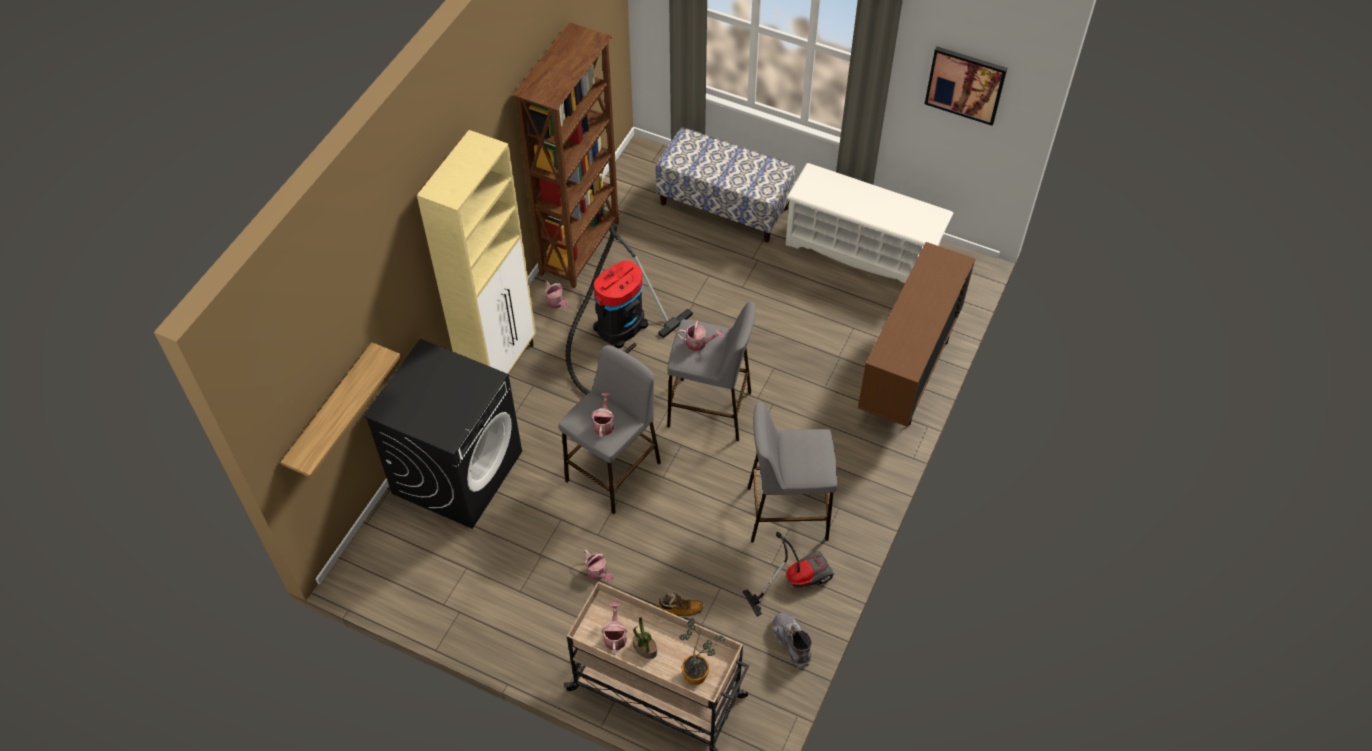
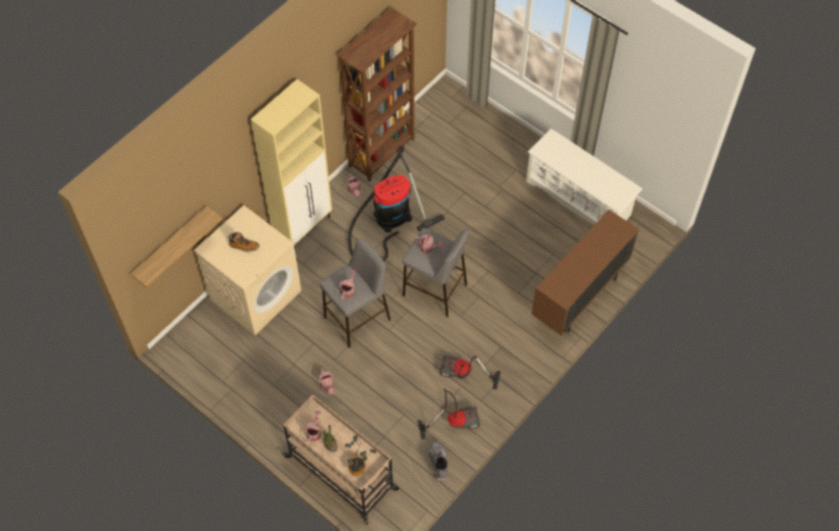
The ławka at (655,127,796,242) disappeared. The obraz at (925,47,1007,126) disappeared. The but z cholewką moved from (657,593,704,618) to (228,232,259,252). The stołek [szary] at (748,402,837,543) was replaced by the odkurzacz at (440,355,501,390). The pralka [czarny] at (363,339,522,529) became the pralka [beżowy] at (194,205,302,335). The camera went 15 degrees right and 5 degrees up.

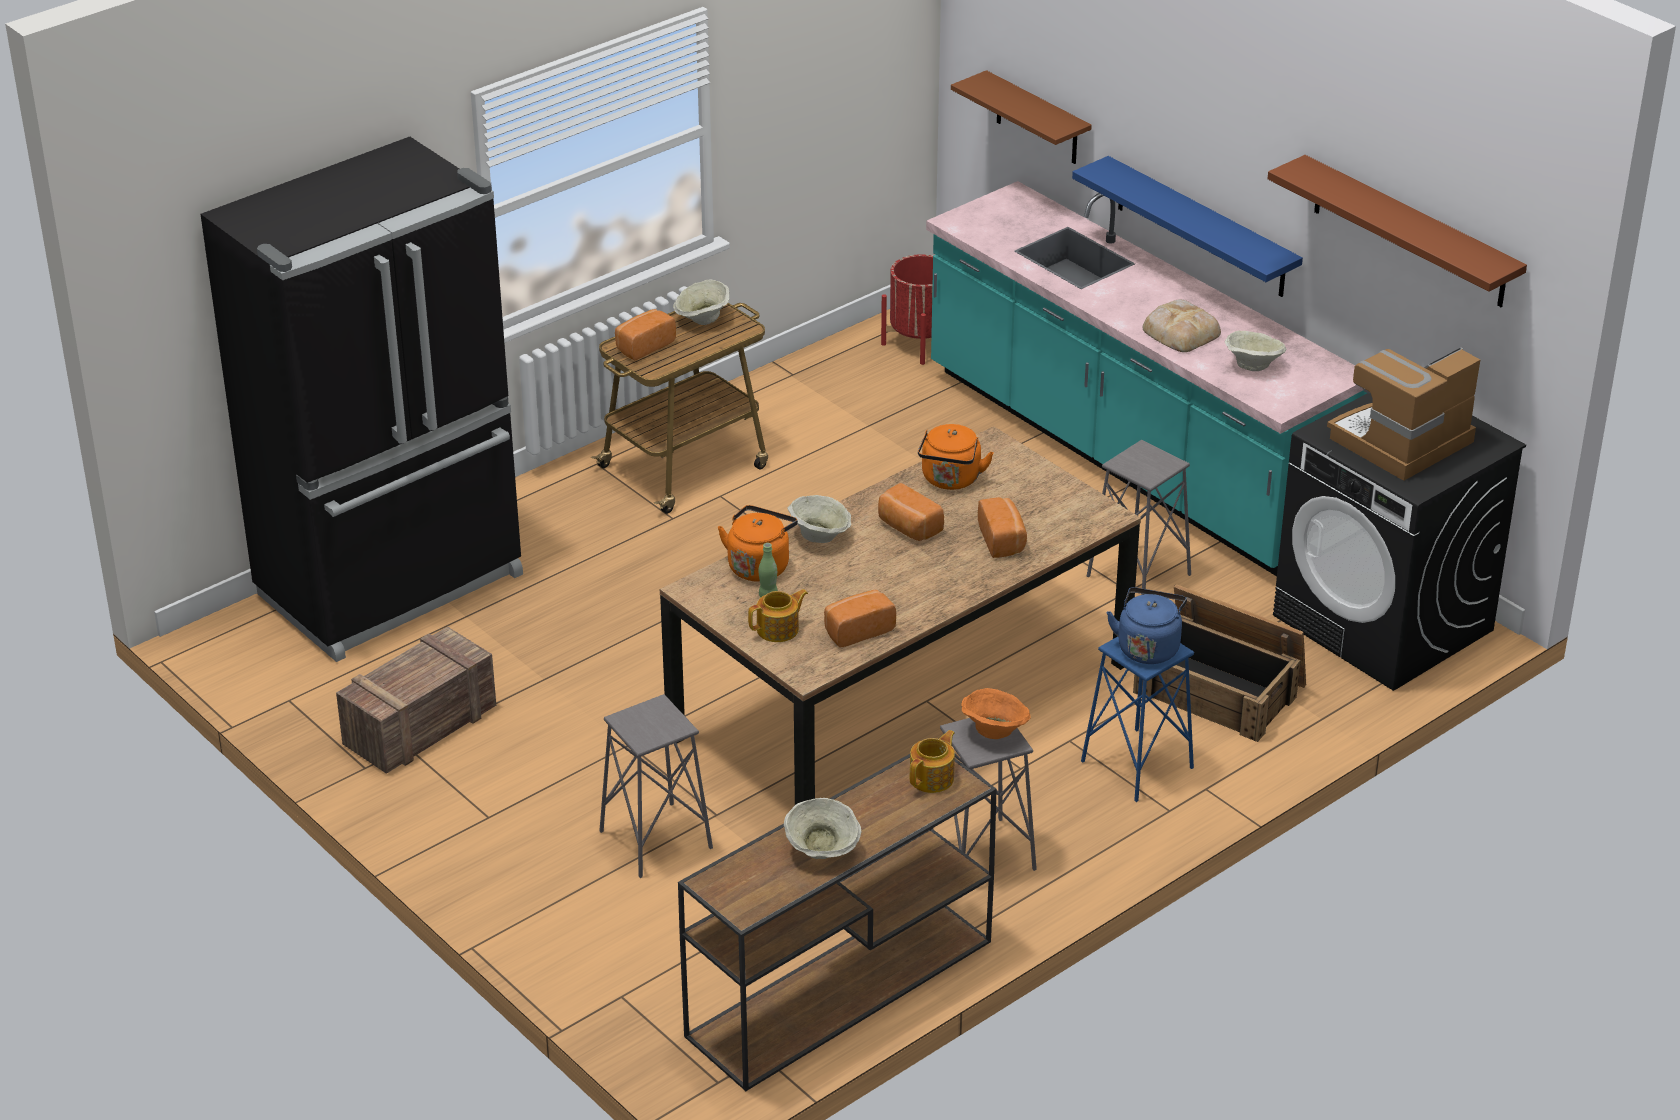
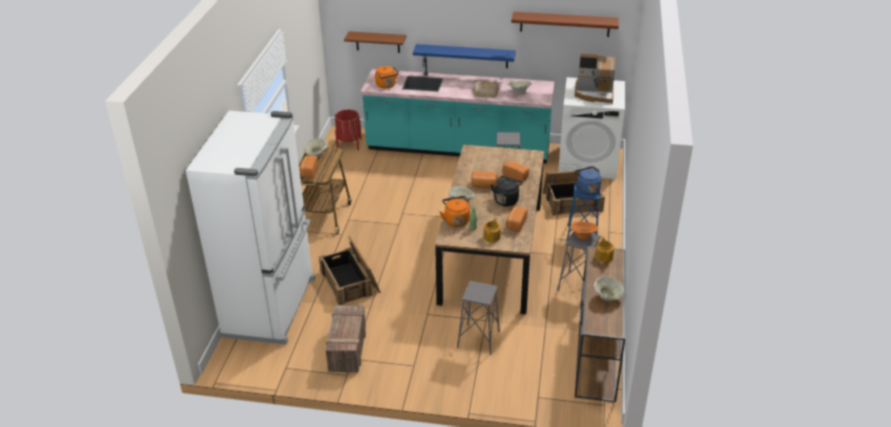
The skrzynka at (319,235,381,305) appeared. The czajnik [czarny] at (491,176,523,206) appeared. The czajnik [pomarańczowy] moved from (918,424,994,490) to (375,66,399,89). The lodówka [czarny] at (200,137,523,662) became the lodówka [biały] at (186,111,315,345). The pralka [czarny] at (1273,393,1526,691) became the pralka [biały] at (558,77,625,179). The ekspres do kawy at (1327,347,1480,481) turned 90 degrees counterclockwise. The camera went 40 degrees left and 0 degrees up.

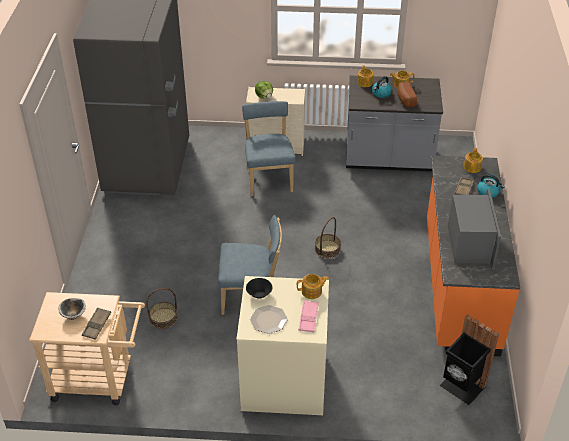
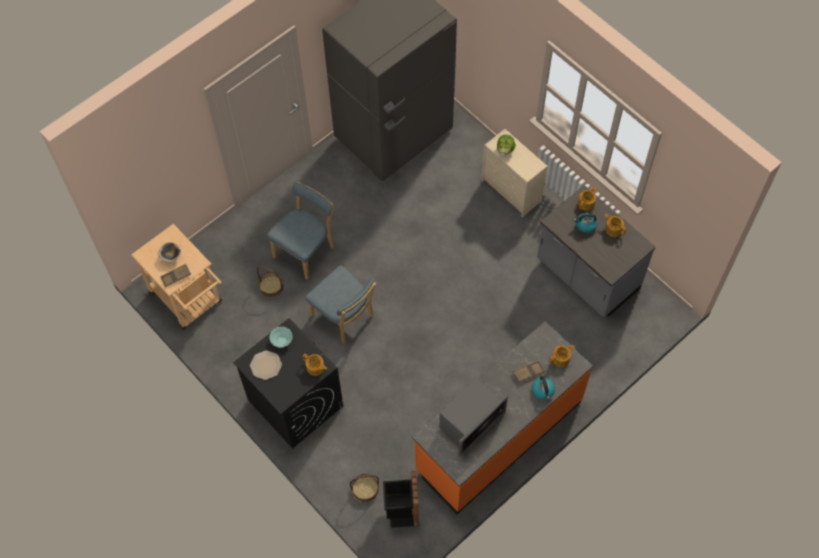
The taca [różowy] at (299,301,319,332) disappeared. The chleb at (397,81,417,107) disappeared. The krzesło [niebieski] moved from (242,101,296,196) to (267,182,334,280). The koszyk moved from (315,217,341,258) to (350,474,379,502). The pralka [beżowy] at (236,276,329,415) became the pralka [czarny] at (233,318,343,449). The miska [czarny] at (246,278,272,299) became the miska [turkusowy] at (270,327,292,348). The camera went 45 degrees right and 20 degrees up.

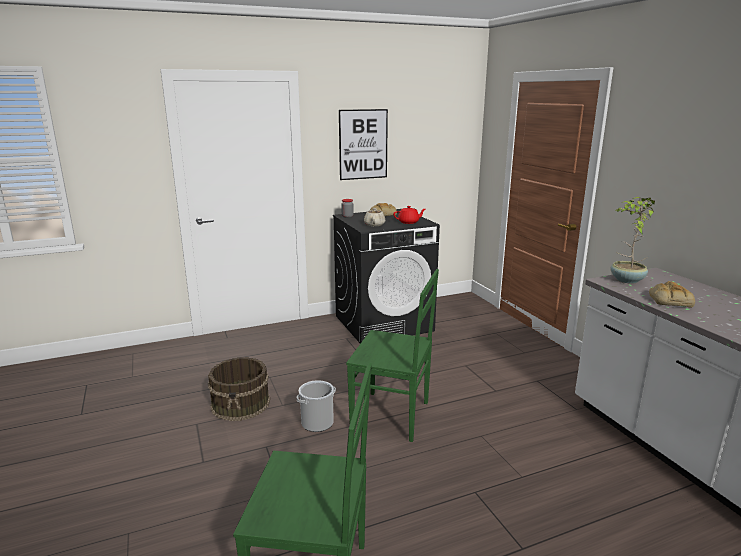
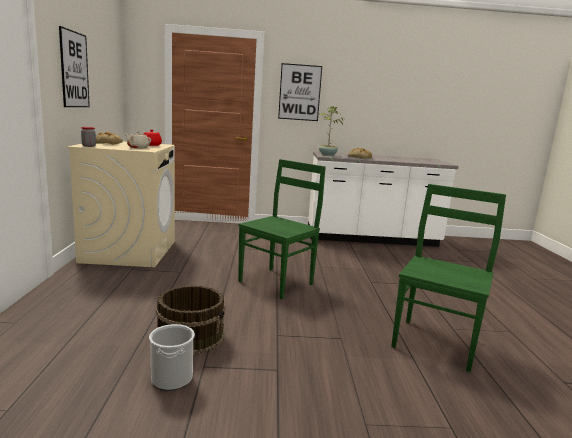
The obraz at (278,63,322,121) appeared. The wiadro moved from (297,380,336,432) to (149,324,195,391). The pralka [czarny] at (333,209,440,344) became the pralka [beżowy] at (66,142,175,267). The camera went 70 degrees left and 5 degrees down.

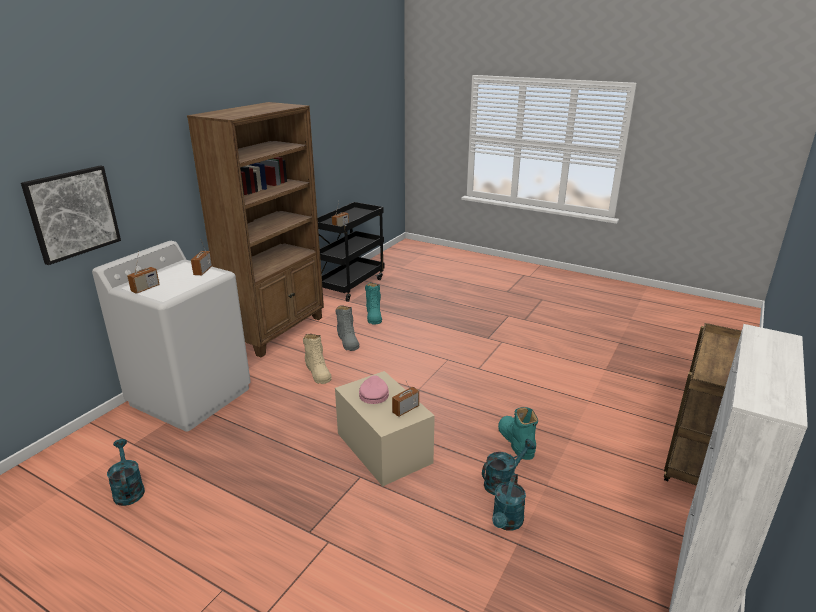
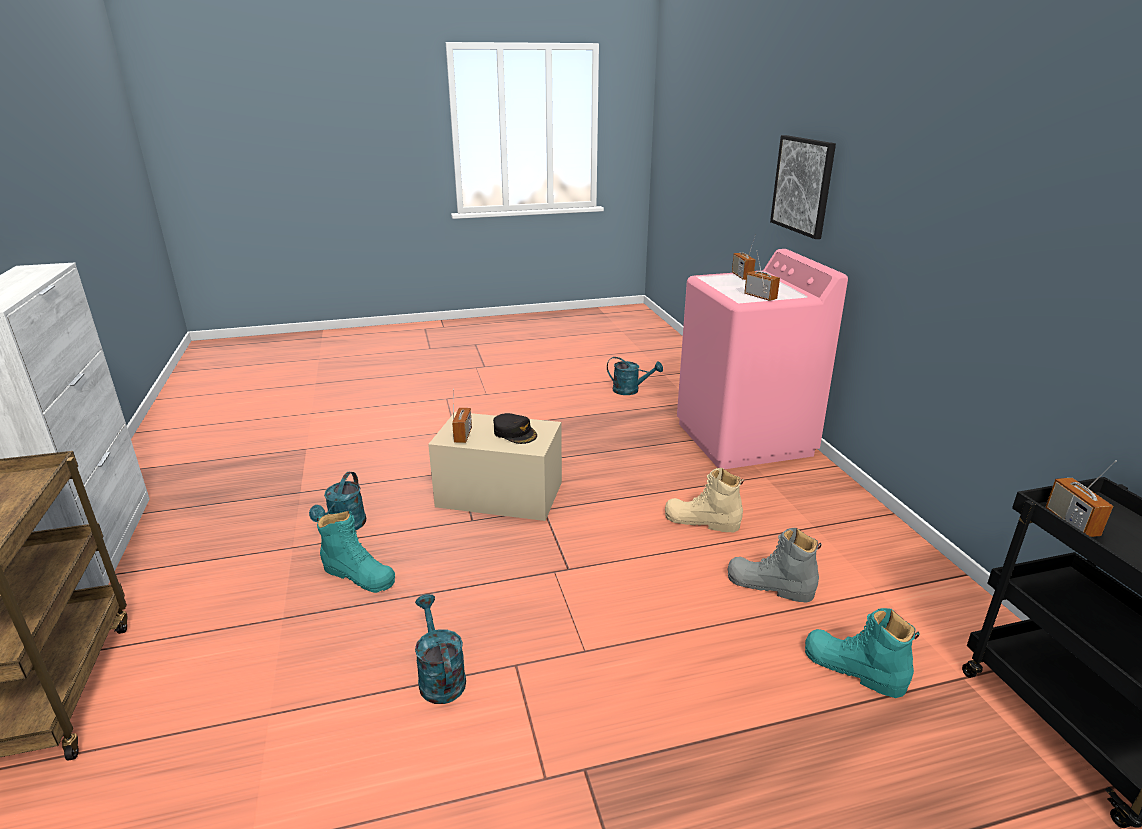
The regał [brązowy] at (187,102,324,357) disappeared. The konewka [turkusowy] moved from (492,473,526,530) to (415,594,466,704). The pralka [biały] at (92,241,251,432) became the pralka [różowy] at (677,249,848,469). The czapka z daszkiem [różowy] at (359,375,389,404) became the czapka z daszkiem [czarny] at (493,413,537,444). The camera went 135 degrees right and 0 degrees up.

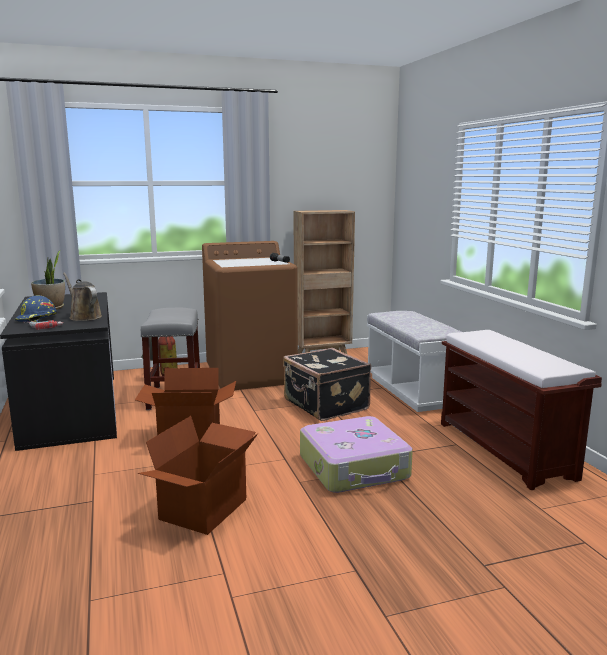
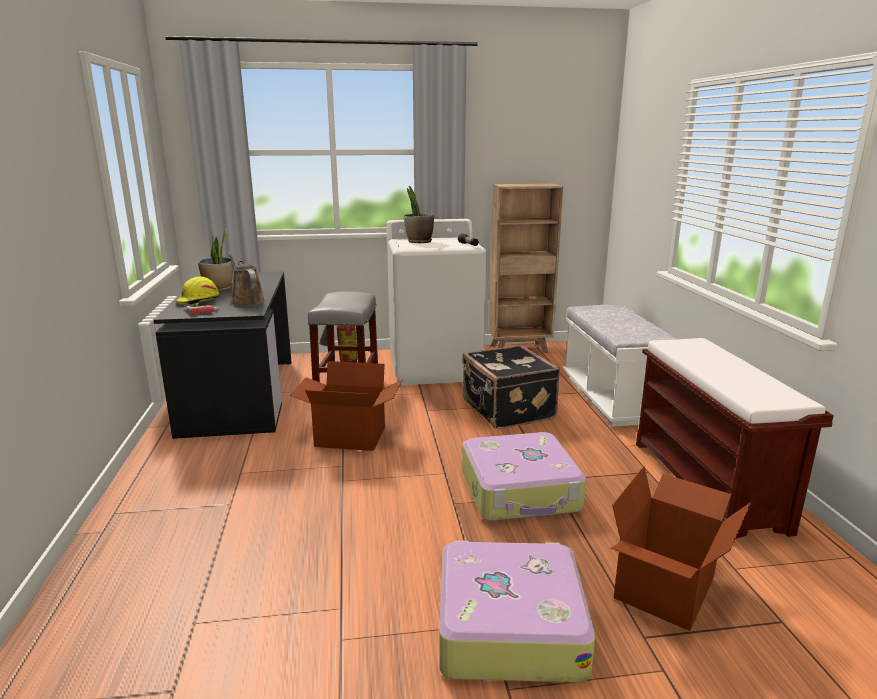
The roślina doniczkowa at (404,186,434,243) appeared. The walizka at (439,541,595,683) appeared. The karton moved from (138,416,258,535) to (611,466,751,631). The kask [niebieski] at (15,295,57,322) became the kask [żółty] at (176,276,219,306). The pralka [brązowy] at (202,241,298,390) became the pralka [biały] at (387,219,487,385). The camera went 10 degrees right and 5 degrees up.

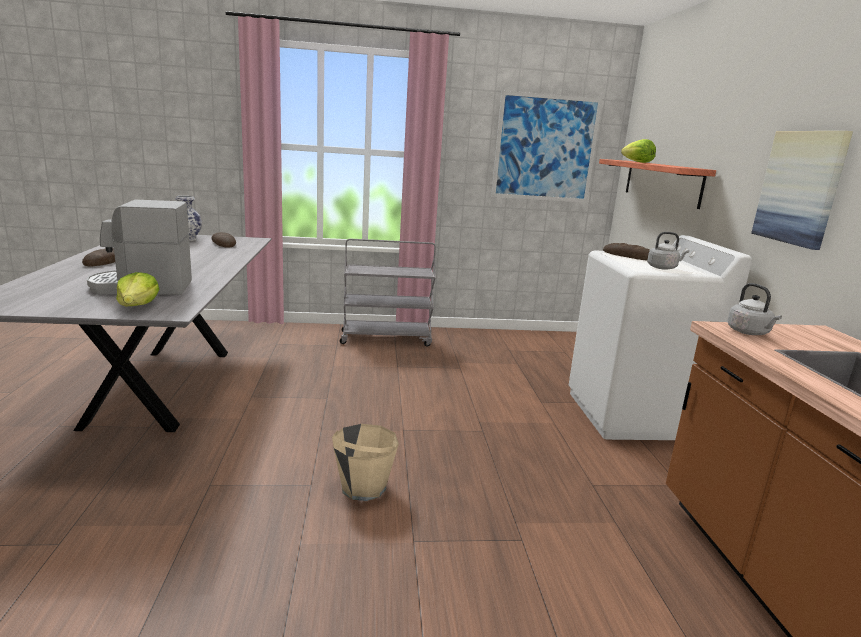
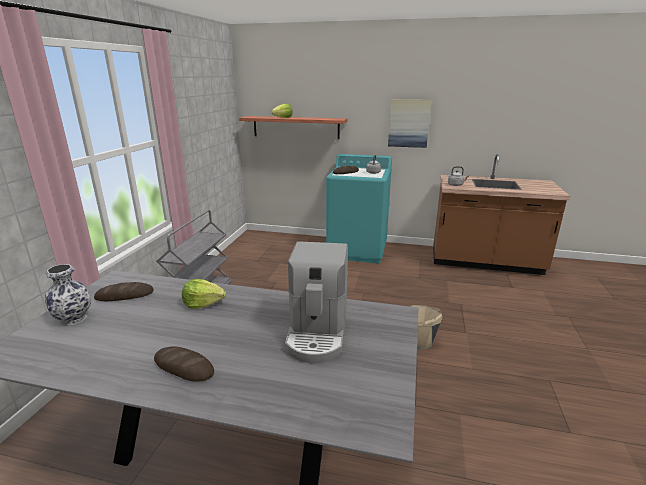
The obraz at (491,90,603,203) disappeared. The sałata moved from (116,272,160,306) to (182,279,226,309). The pralka [biały] at (569,235,752,440) became the pralka [turkusowy] at (326,154,392,264). The camera went 70 degrees left and 5 degrees up.

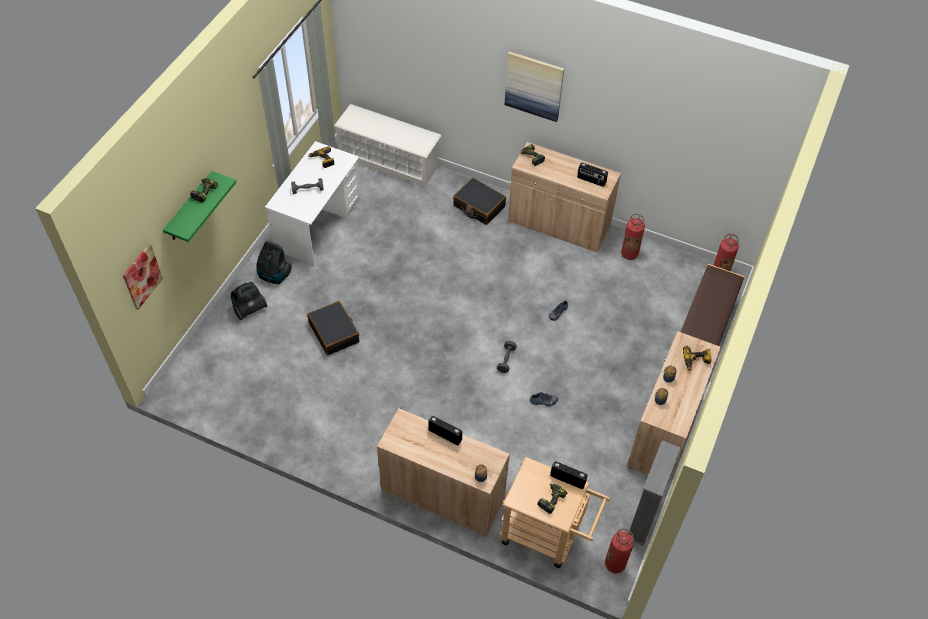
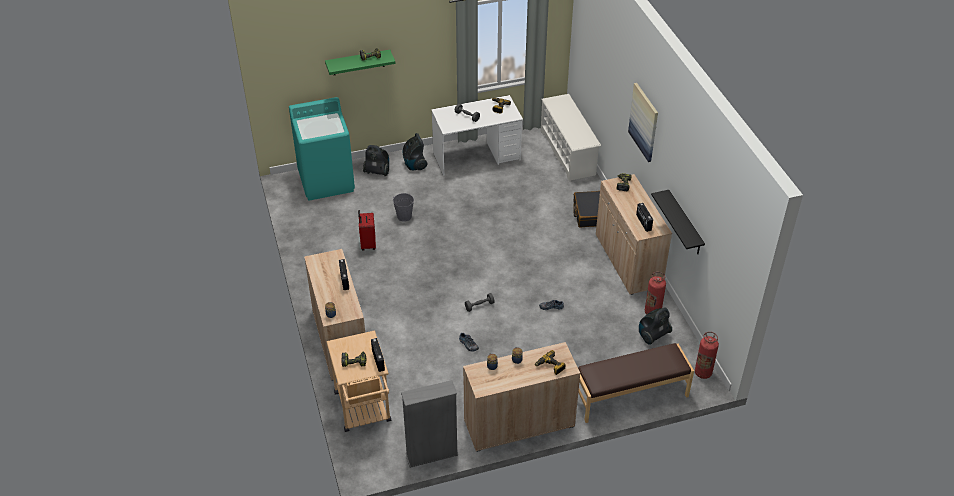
The obraz at (123,244,163,310) disappeared. The gaśnica at (605,529,634,573) disappeared. The pralka [turkusowy] at (289,97,355,200) appeared. The walizka [czerwony] at (358,210,376,250) appeared. The odkurzacz at (639,307,672,345) appeared. The półka [czarny] at (651,190,705,254) appeared. The walizka [czarny] at (307,301,359,355) was replaced by the wiadro [szary] at (393,193,414,222). The camera went 50 degrees right and 10 degrees down.

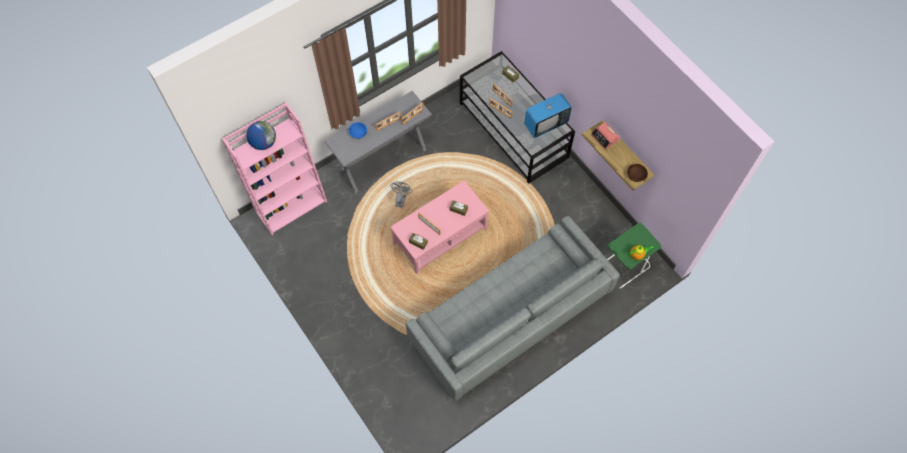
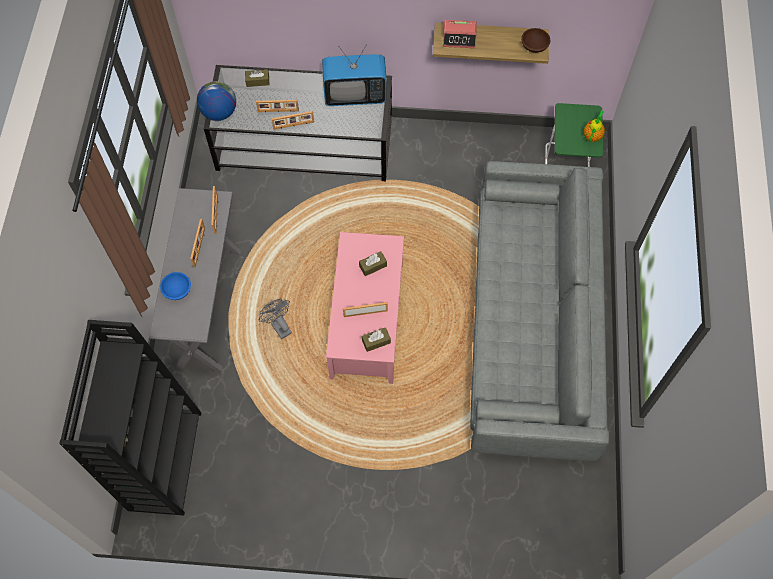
The globus moved from (246,121,276,150) to (197,81,236,121). The regał [różowy] at (222,102,327,235) became the regał [czarny] at (59,320,201,516). The telewizor at (524,92,572,138) turned 75 degrees clockwise. The camera went 50 degrees left and 0 degrees up.

